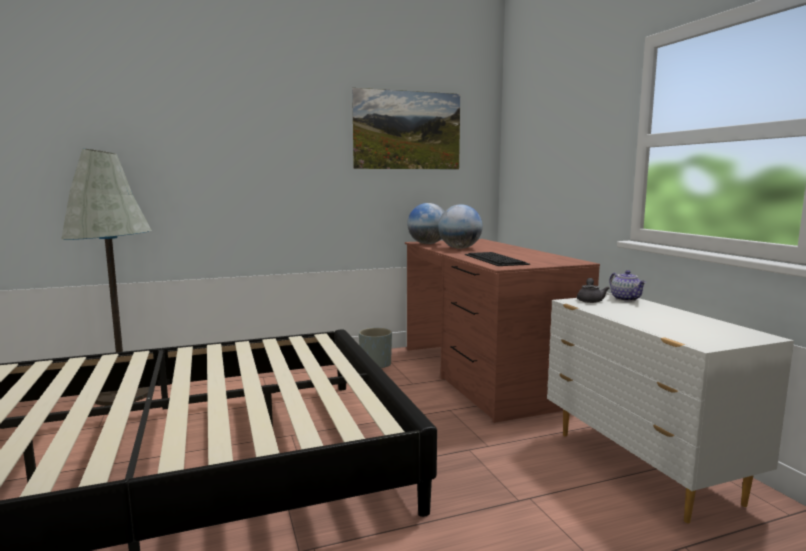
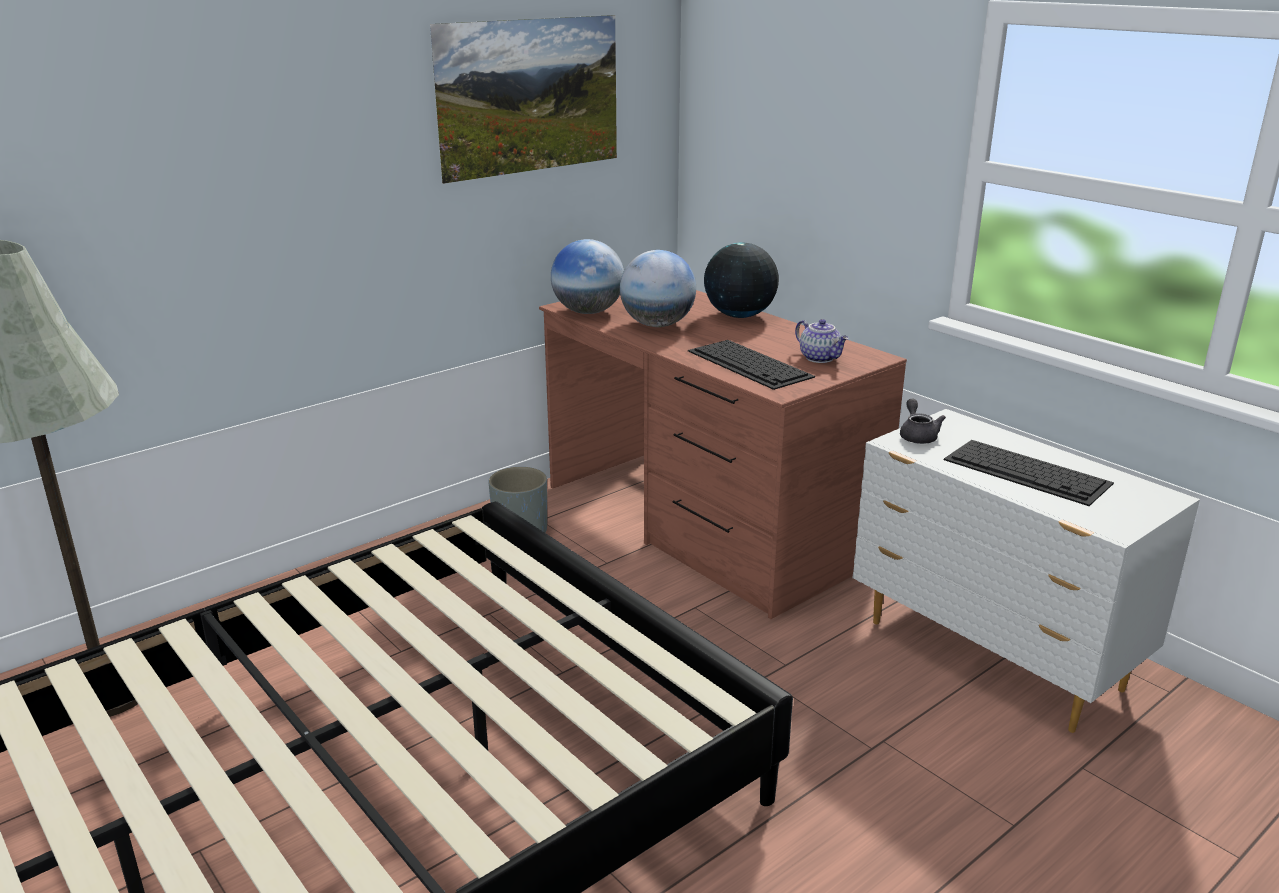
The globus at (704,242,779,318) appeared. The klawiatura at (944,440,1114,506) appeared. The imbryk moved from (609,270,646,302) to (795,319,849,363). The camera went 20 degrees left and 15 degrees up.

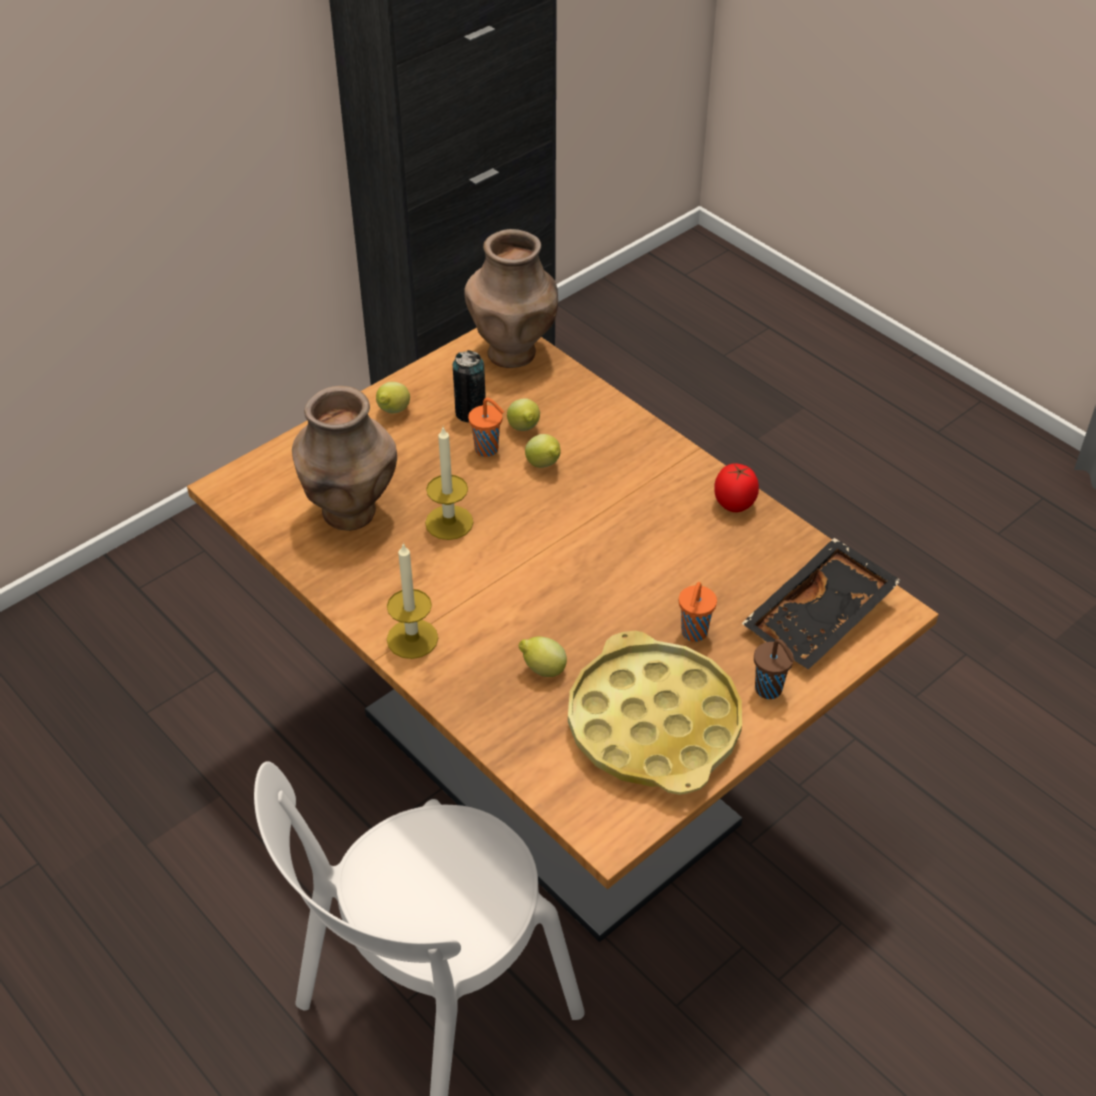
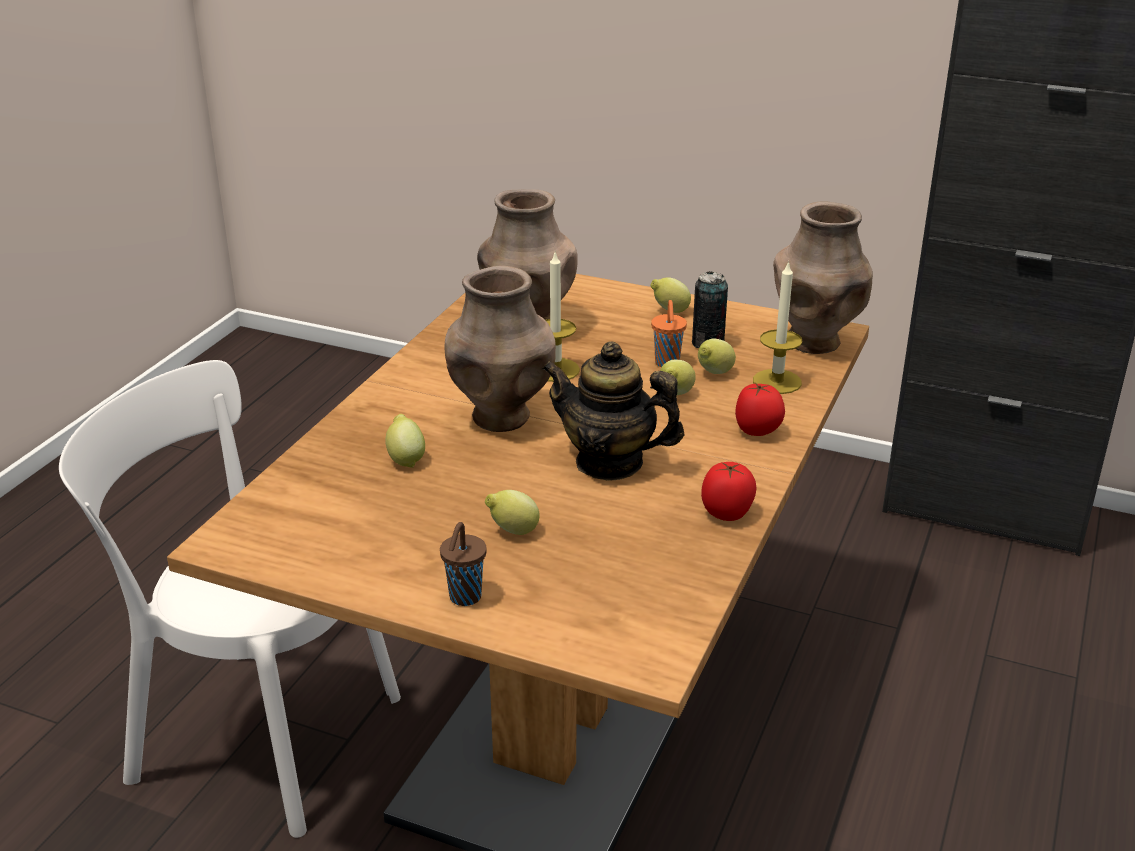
The taca [żółty] at (568,631,742,795) disappeared. The taca [czarny] at (741,538,902,670) disappeared. The wazon [brązowy] at (444,266,556,432) appeared. The imbryk at (542,341,684,481) appeared. The pomidor at (735,383,785,436) appeared. The świeca moved from (387,542,438,659) to (753,261,802,394). The filiżanka [pomarańczowy] at (679,582,717,642) was replaced by the cytryna at (485,490,540,535). The camera went 65 degrees right and 15 degrees down.

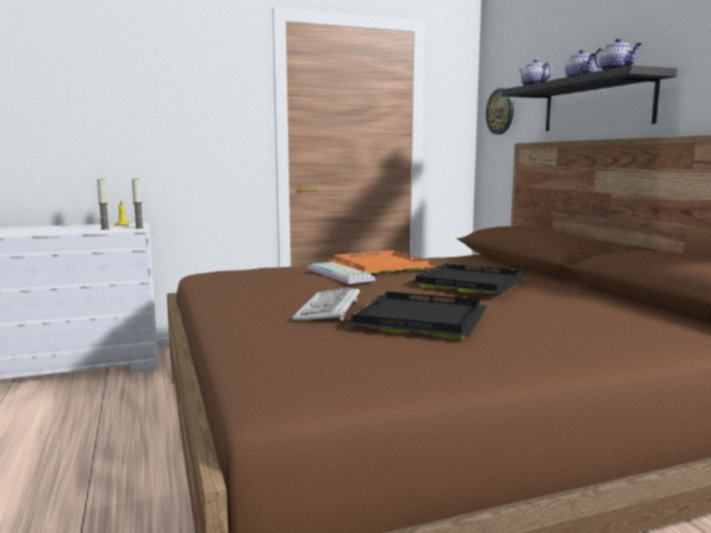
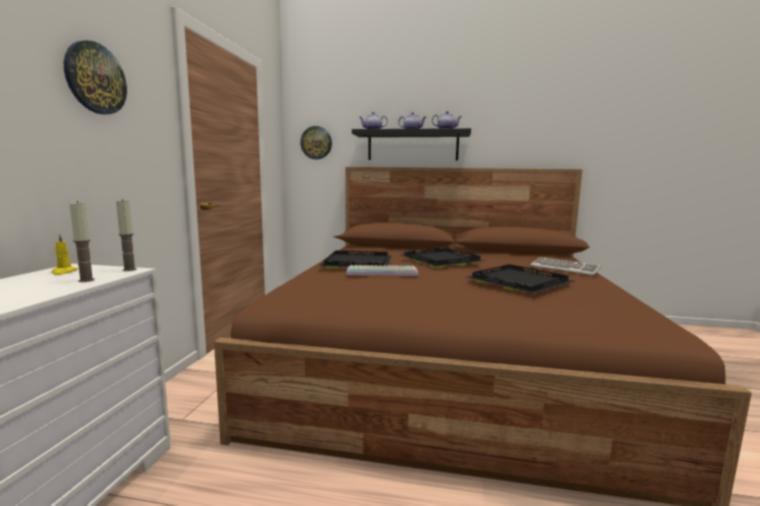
The zegar ścienny at (64,40,127,114) appeared. The klawiatura moved from (291,287,360,321) to (530,257,601,275). The taca [pomarańczowy] at (329,250,435,274) became the taca [czarny] at (319,250,391,269). The camera went 60 degrees left and 0 degrees up.

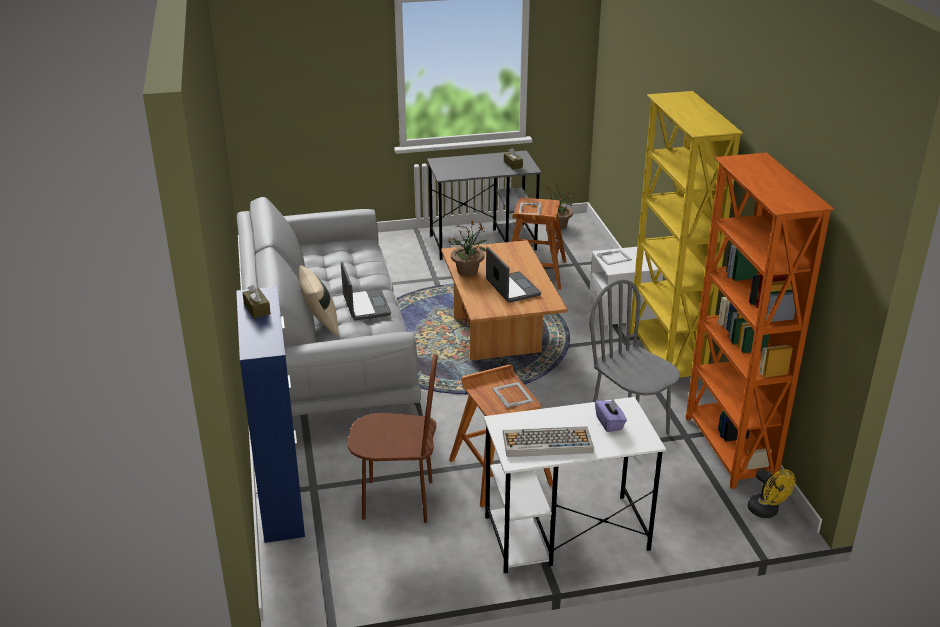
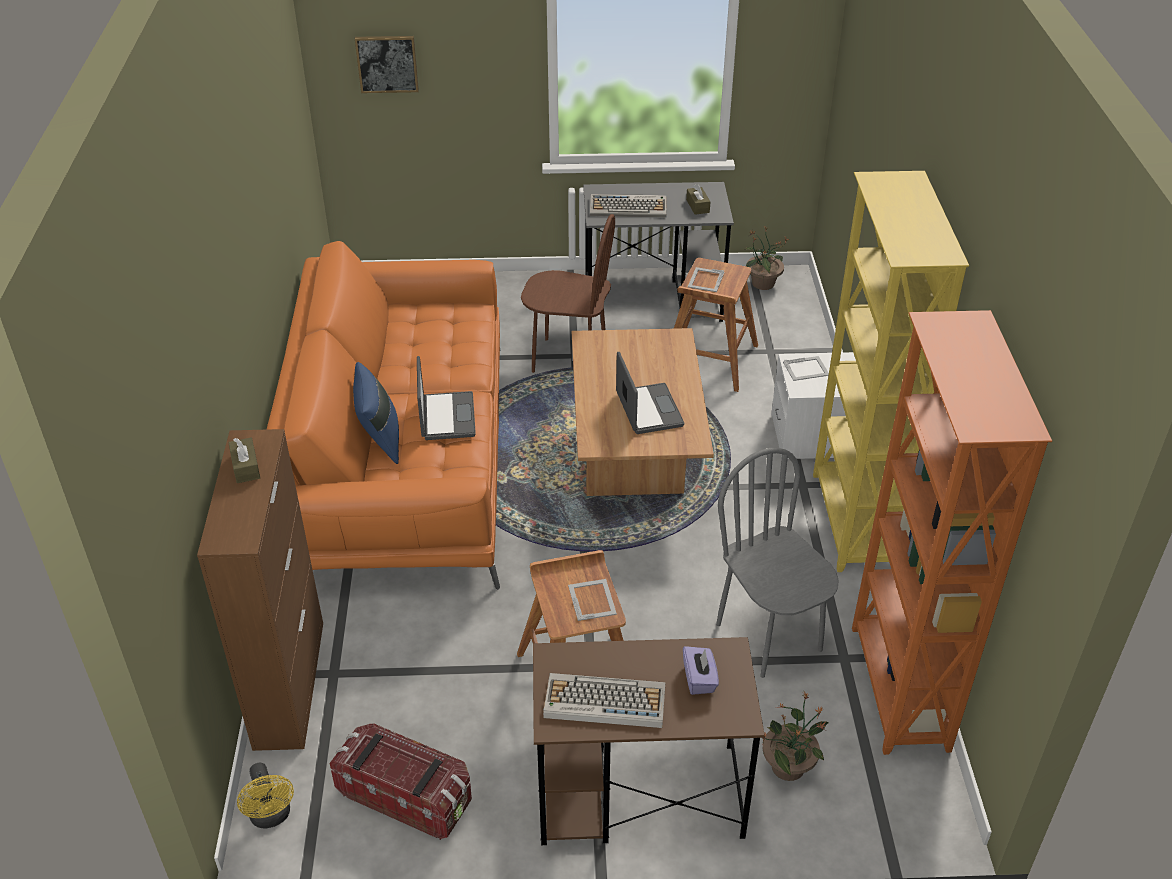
The pojemnik do przechowywania at (330,723,472,840) appeared. The obraz at (355,36,419,93) appeared. The klawiatura at (590,194,667,218) appeared. The krzesło [brązowy] moved from (347,354,437,523) to (521,214,615,373). The roślina doniczkowa moved from (447,221,488,276) to (762,692,828,781). The wentylator [żółty] moved from (747,468,795,518) to (237,763,294,828). The szafka [niebieski] at (236,286,305,543) became the szafka [brązowy] at (197,429,323,751). The kanapa [szary] at (237,197,423,416) became the kanapa [pomarańczowy] at (267,241,500,590). The poduszka [beżowy] at (299,265,339,336) became the poduszka [niebieski] at (353,362,399,464). The biurko [biały] at (484,397,666,573) became the biurko [brązowy] at (533,637,765,845). The camera went 10 degrees right and 10 degrees up.

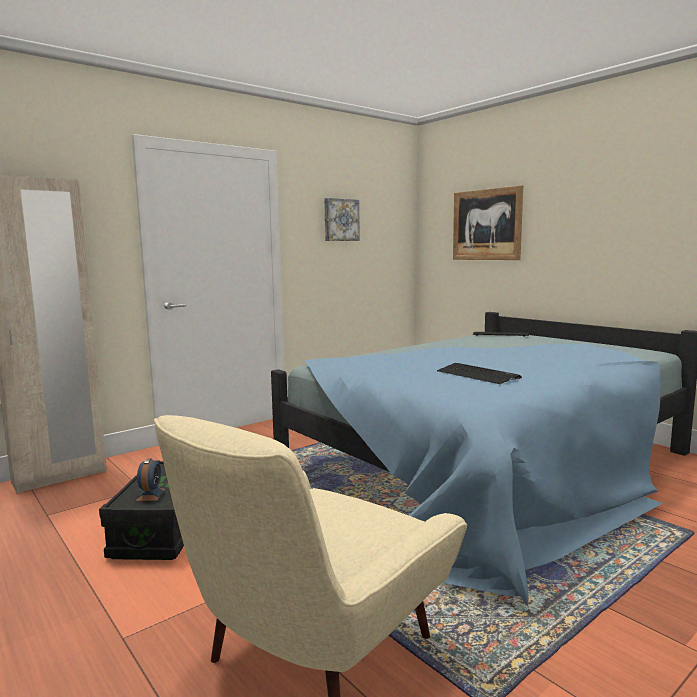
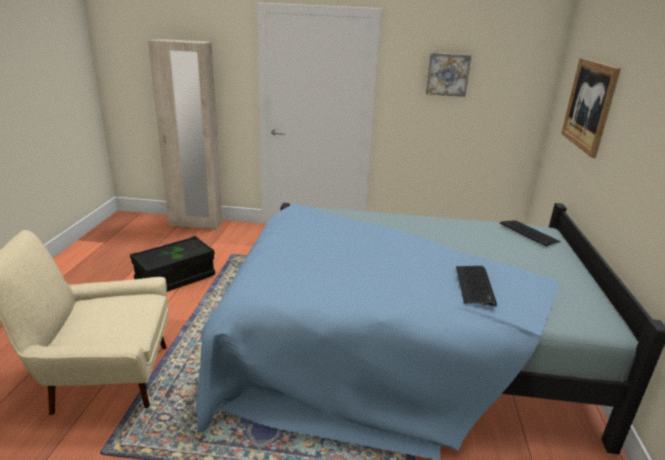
The budzik at (136,459,165,501) disappeared. The klawiatura moved from (437,363,522,384) to (456,266,497,306). The camera went 45 degrees right and 15 degrees up.

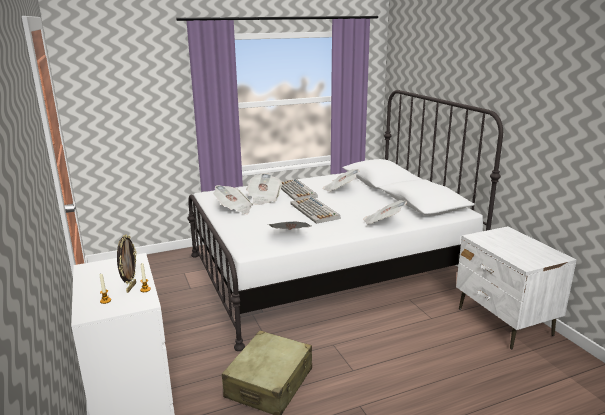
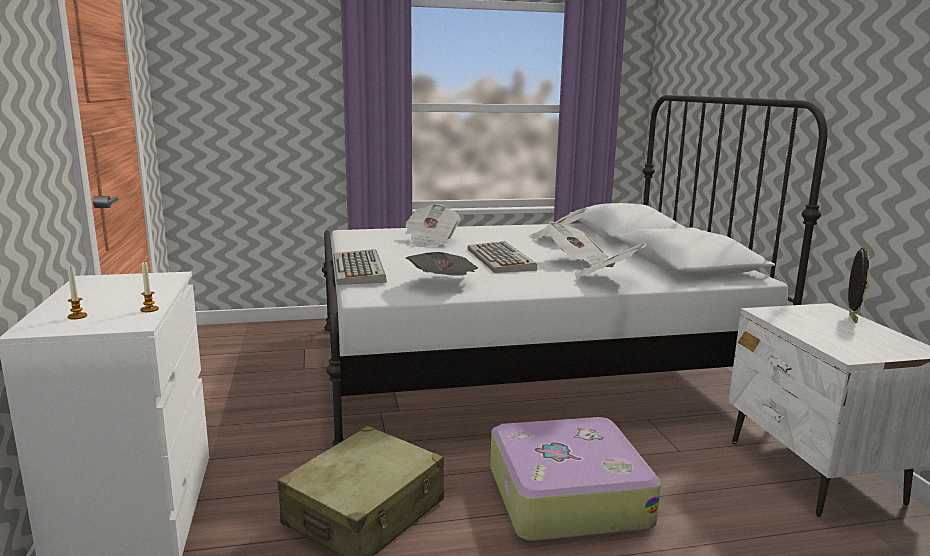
The walizka at (490,417,661,541) appeared. The ramka na zdjęcie moved from (117,234,137,293) to (848,246,870,323). The gazeta moved from (213,185,253,214) to (548,221,608,269). The klawiatura moved from (281,179,318,201) to (333,249,387,285). The camera went 10 degrees right and 5 degrees down.

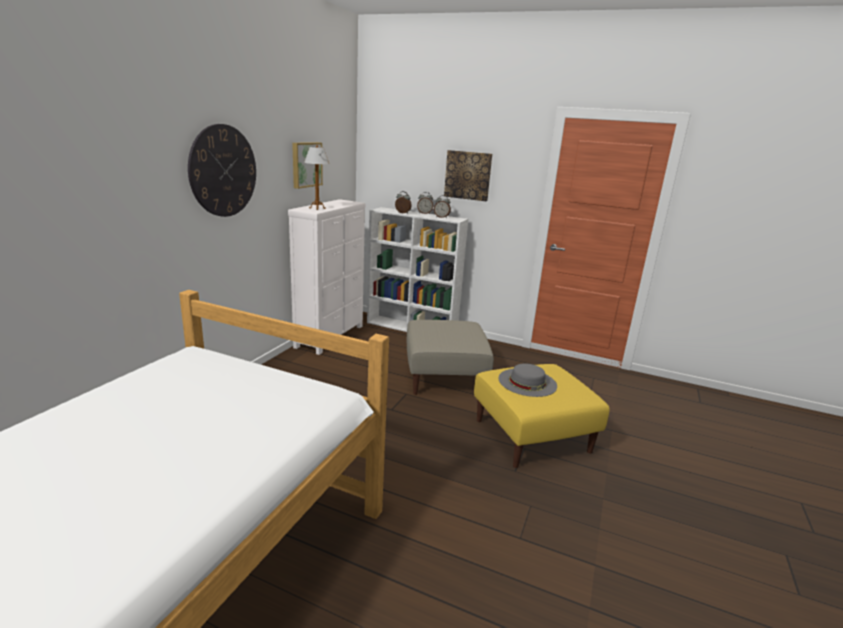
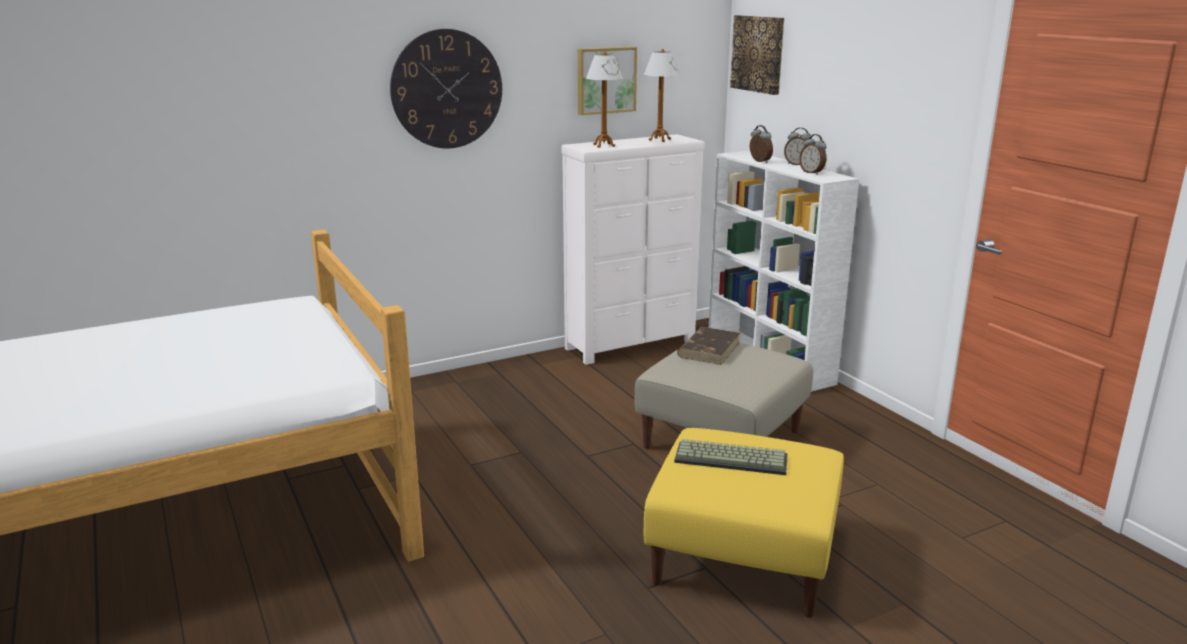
The lampa stołowa at (644,49,679,142) appeared. The książka [brązowy] at (677,327,740,365) appeared. The obraz moved from (444,150,492,201) to (730,15,784,95). The kapelusz [szary] at (499,363,557,397) was replaced by the klawiatura at (674,439,788,475). The camera went 40 degrees right and 0 degrees up.

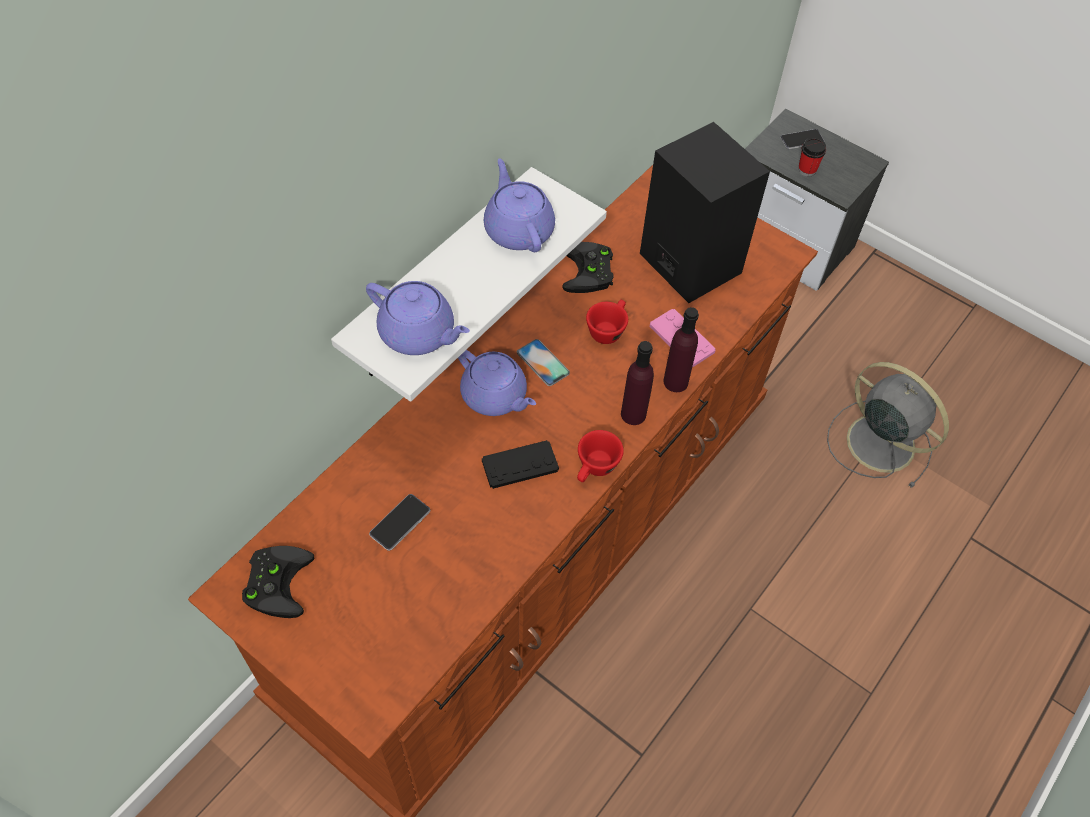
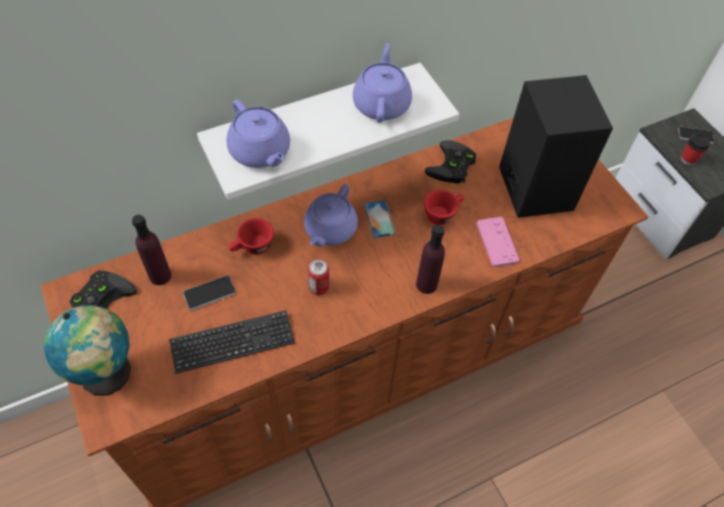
The wentylator [szary] at (827,362,949,488) disappeared. The globus at (44,305,131,396) appeared. The klawiatura at (169,310,295,374) appeared. The filiżanka [czerwony] moved from (577,430,624,482) to (229,218,274,255). The butelka [fioletowy] moved from (663,307,699,392) to (132,215,171,285). The pad do gier [czarny] at (482,440,559,489) was replaced by the puszka at (308,260,329,295). The imbryk [fioletowy] at (458,350,536,416) turned 45 degrees clockwise. The camera went 25 degrees right and 0 degrees up.

